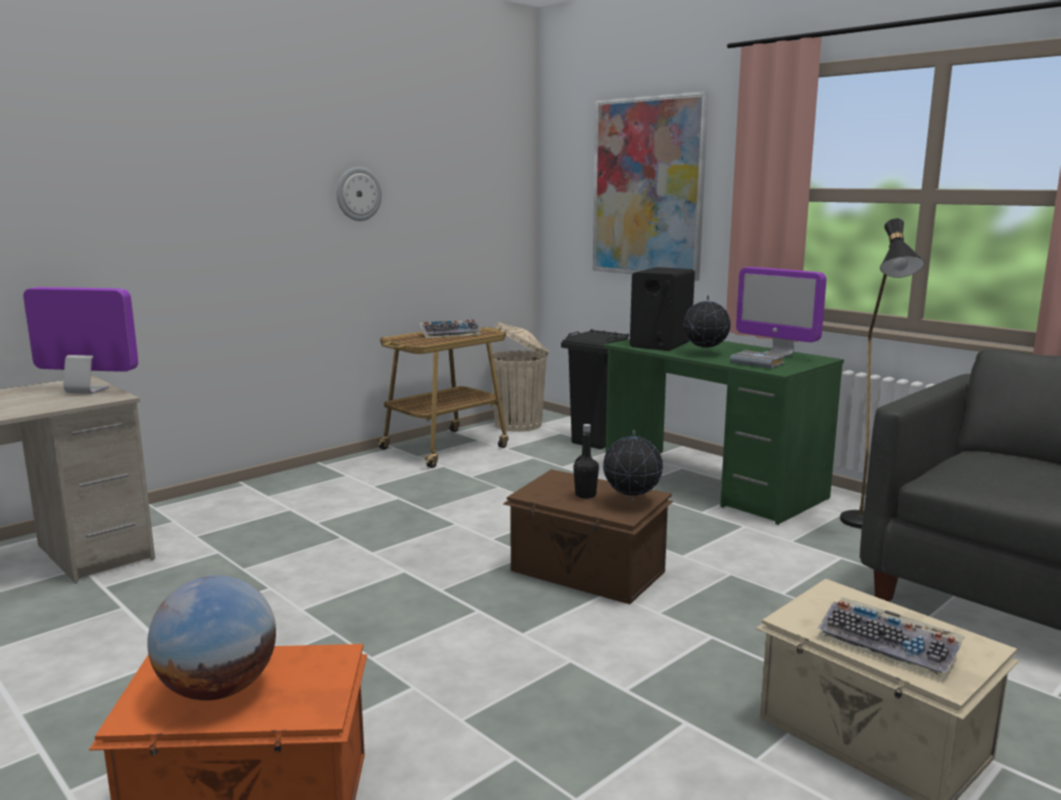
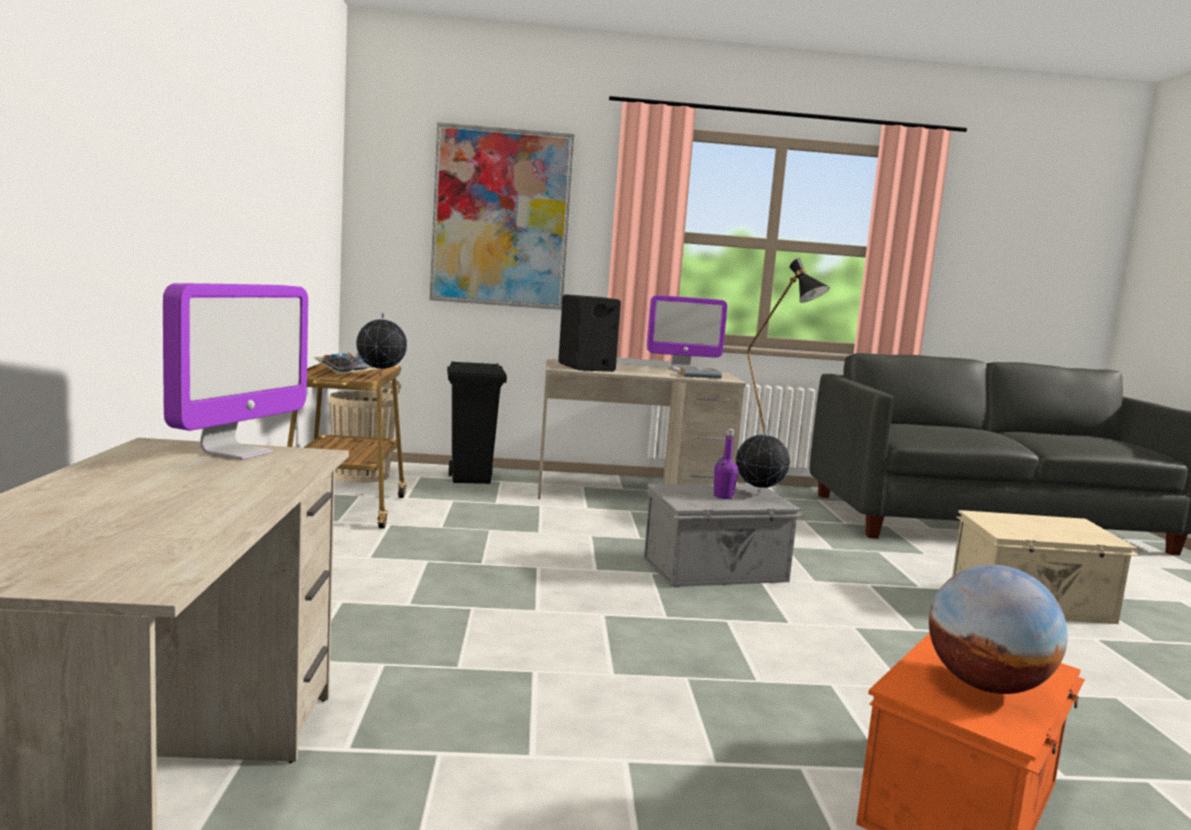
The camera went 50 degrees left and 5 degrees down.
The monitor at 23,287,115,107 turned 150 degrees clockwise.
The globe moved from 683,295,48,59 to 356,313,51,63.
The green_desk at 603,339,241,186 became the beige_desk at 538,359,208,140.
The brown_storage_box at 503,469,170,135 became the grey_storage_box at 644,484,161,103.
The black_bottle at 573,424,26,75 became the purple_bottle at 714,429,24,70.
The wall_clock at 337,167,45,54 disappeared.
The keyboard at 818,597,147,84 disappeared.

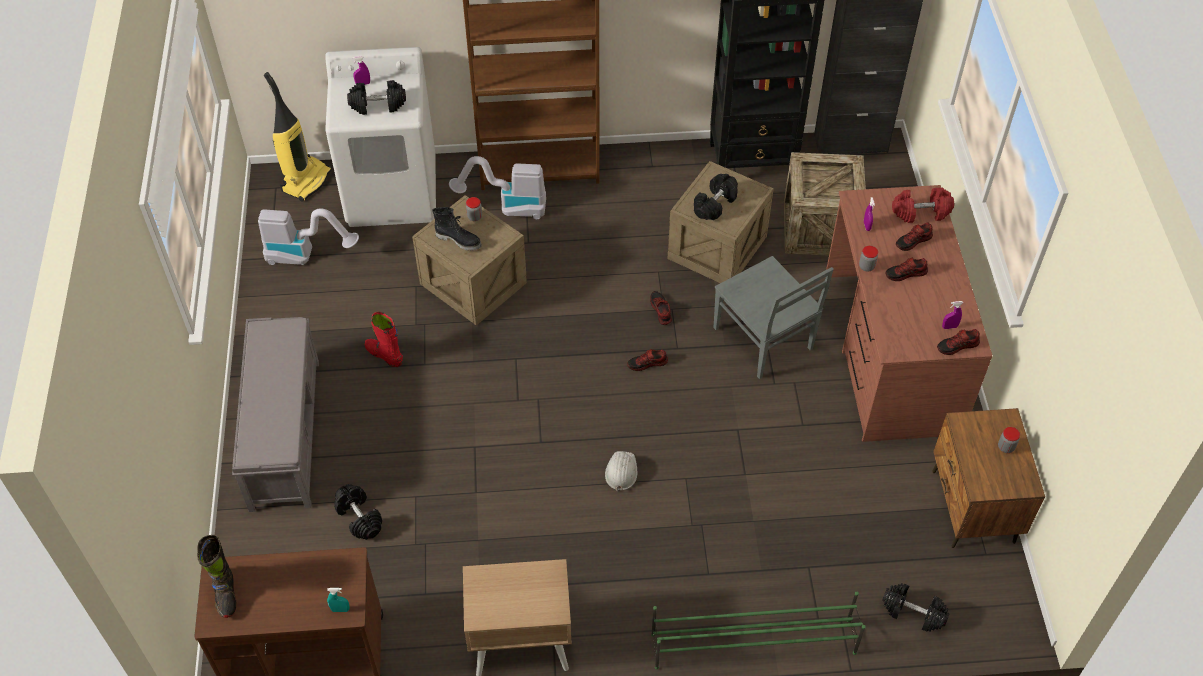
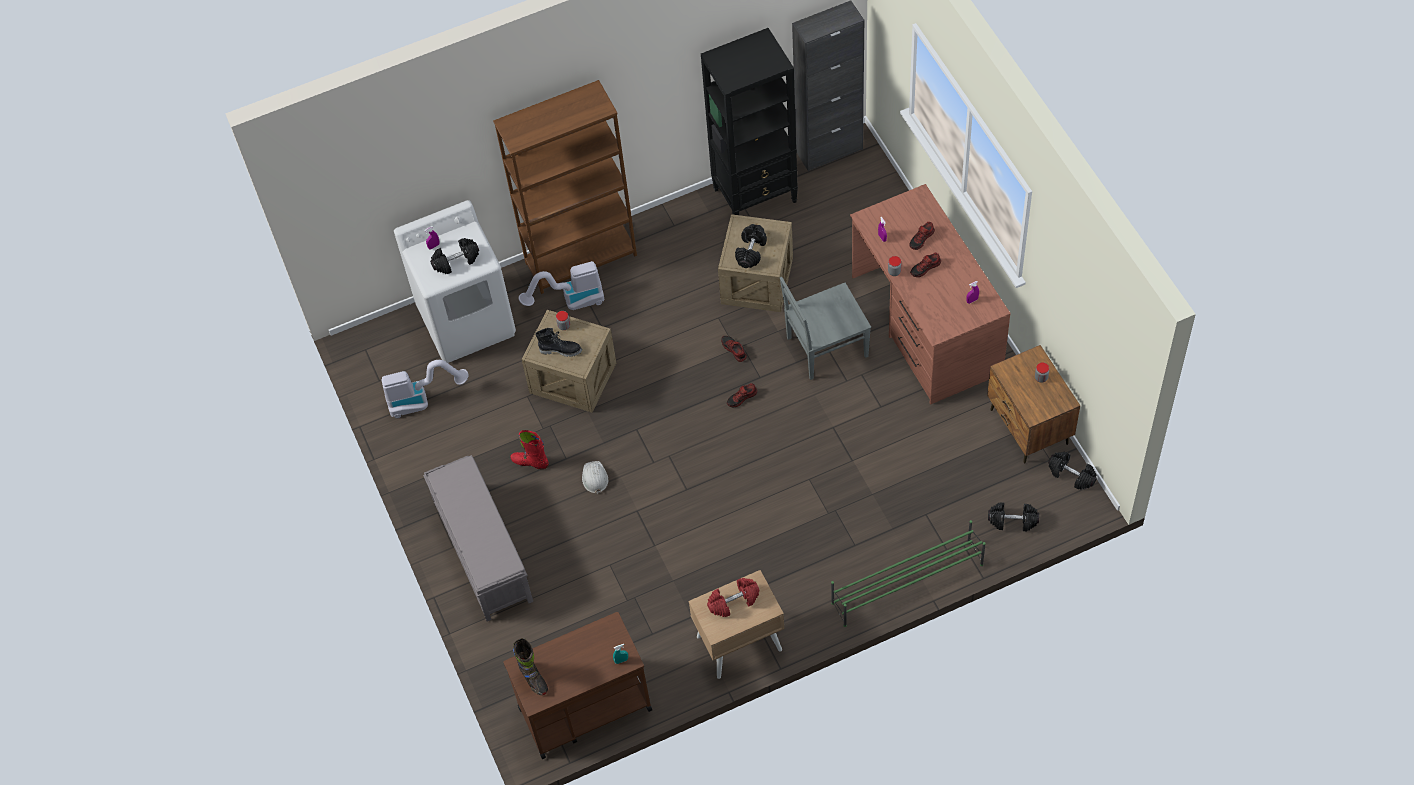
The camera went 15 degrees left and 5 degrees up.
The white_hard_hat moved from 605,451,32,41 to 582,461,26,33.
The red_dumbbell moved from 892,188,62,35 to 707,578,52,39.
The grey_chair at 714,256,120,123 turned 120 degrees clockwise.
The black_dumbbell moved from 334,484,48,56 to 1048,452,49,38.
The vacuum_cleaner at 264,72,68,130 disappeared.
The crate at 784,152,82,104 disappeared.
The shoe at 937,329,43,26 disappeared.

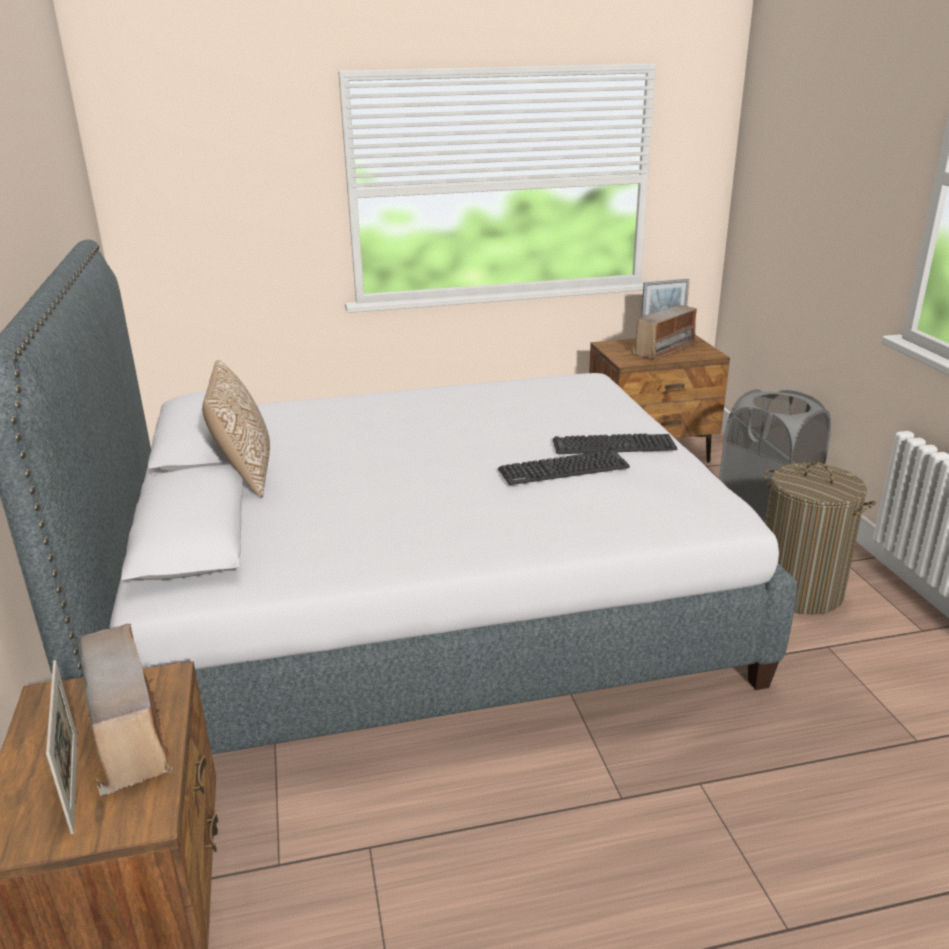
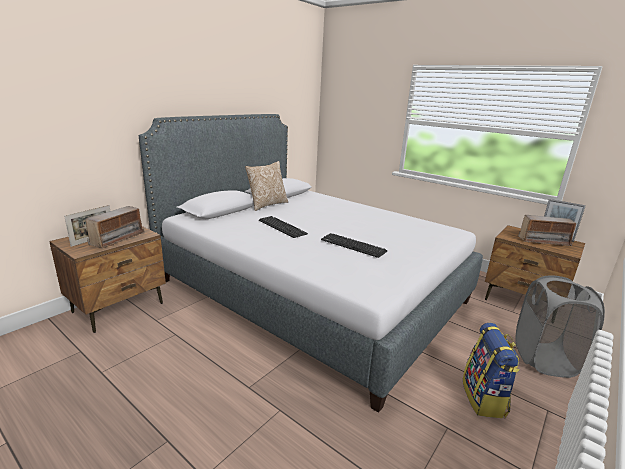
The camera went 50 degrees right and 5 degrees down.
The keyboard moved from 553,433,124,21 to 259,216,49,22.
The laundry_basket at 764,462,112,153 was replaced by the backpack at 463,323,57,95.

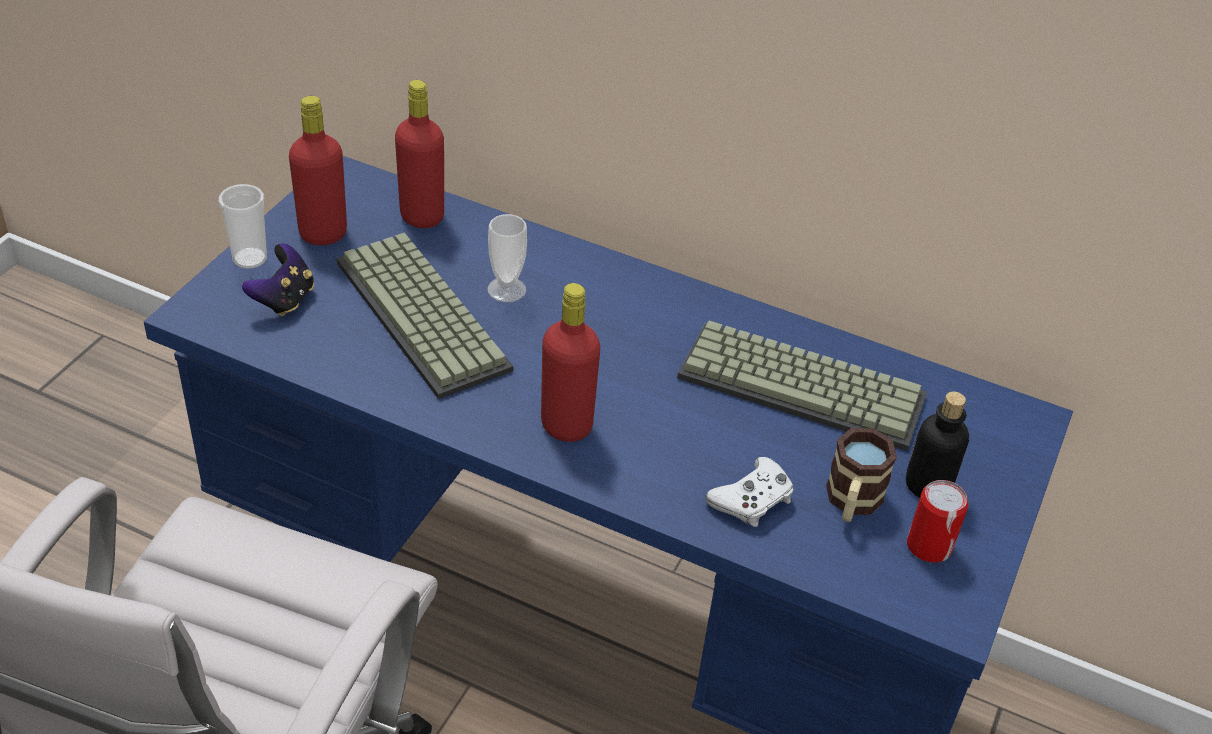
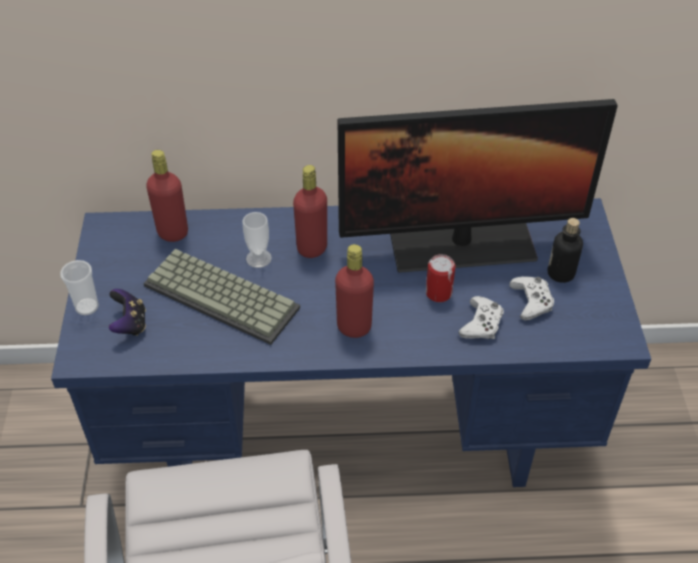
The camera went 25 degrees left and 5 degrees up.
The red_bottle moved from 289,96,58,149 to 293,165,34,93.
The keyboard at 677,321,250,130 was replaced by the monitor at 338,99,280,174.
The can moved from 907,480,62,83 to 426,254,29,48.
The mug at 826,428,71,94 was replaced by the white_game_controller at 509,276,45,45.

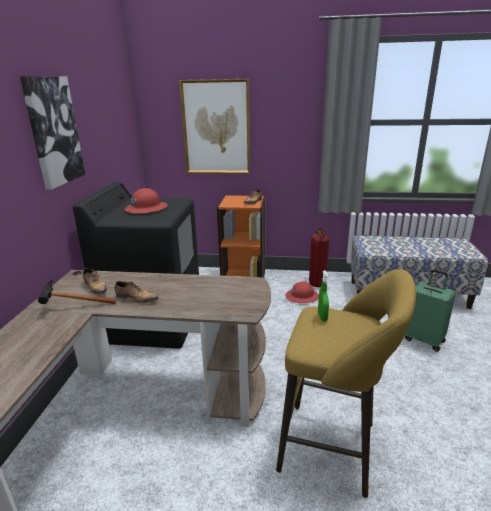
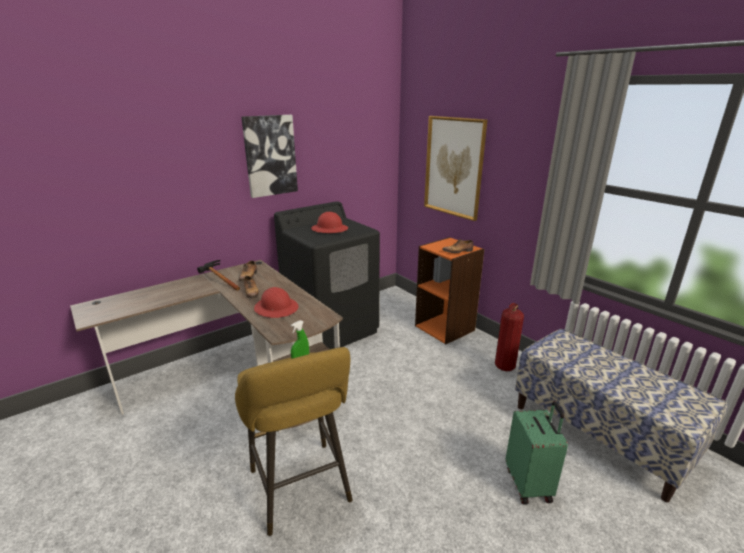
The camera went 45 degrees right and 0 degrees up.
The red_hard_hat moved from 285,281,34,22 to 254,287,44,31.

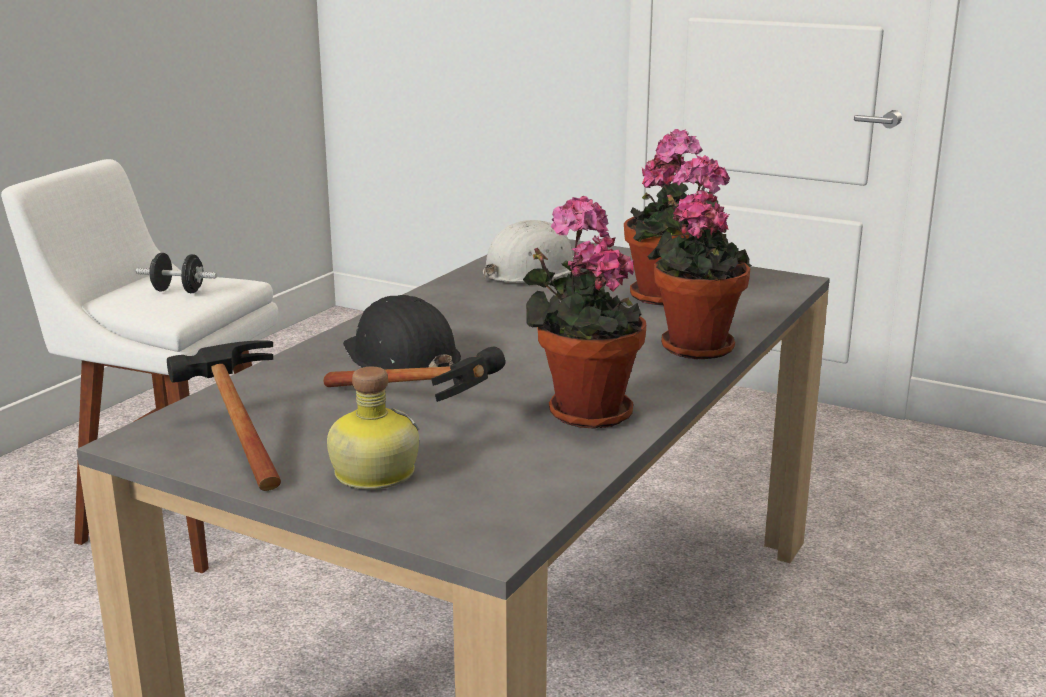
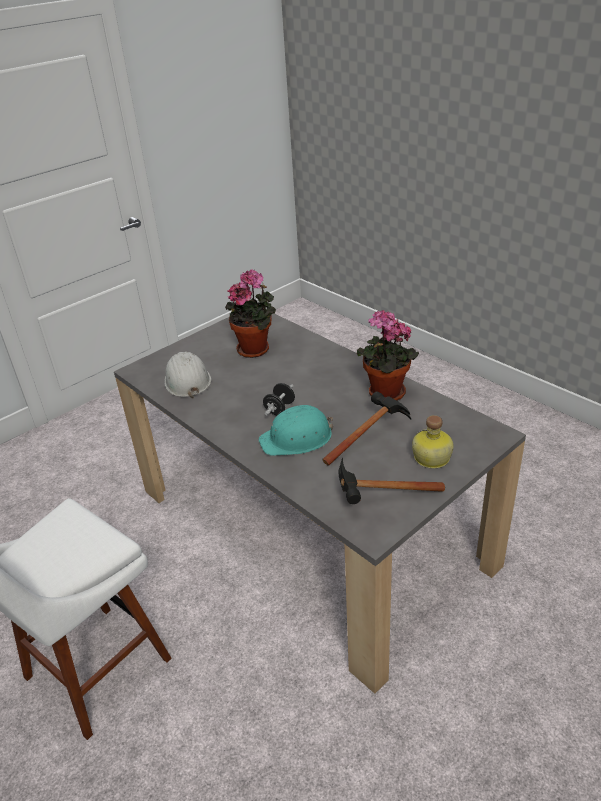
The camera went 70 degrees left and 15 degrees up.
The black_hard_hat at 343,295,118,75 became the turquoise_hard_hat at 259,405,74,51.
The black_dumbbell moved from 136,253,81,40 to 263,383,32,32.
The potted_plant at 648,155,104,204 disappeared.

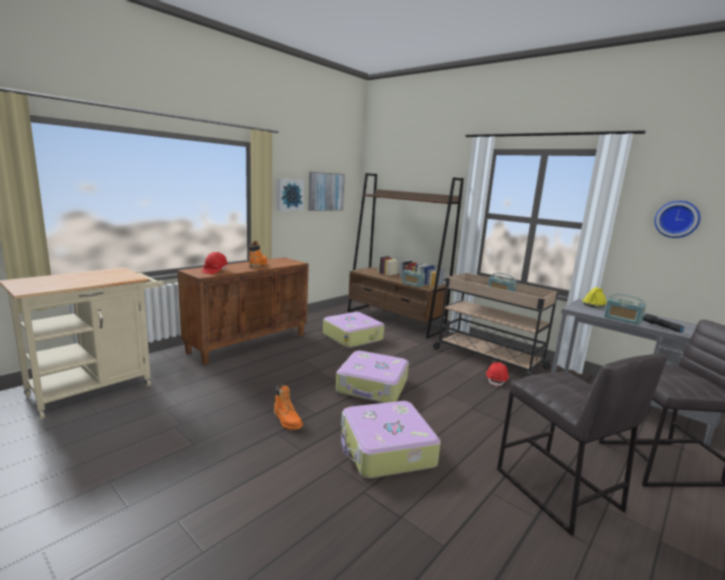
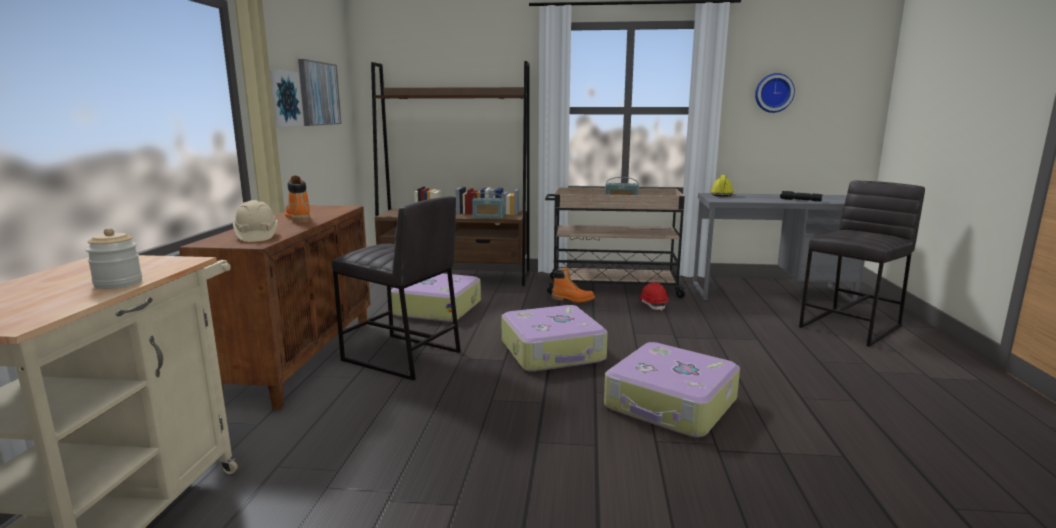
The camera went 35 degrees left and 0 degrees up.
The jar at 86,228,56,61 appeared.
The red_hard_hat at 202,252,26,22 became the beige_hard_hat at 233,200,45,42.
The grey_stool moved from 497,354,170,182 to 332,196,129,184.
The orange_boot moved from 274,385,29,45 to 552,268,43,35.
The radio at 604,294,42,31 disappeared.

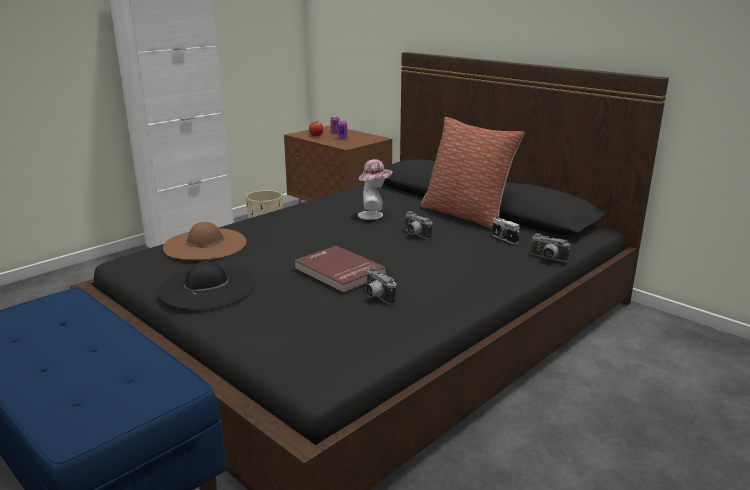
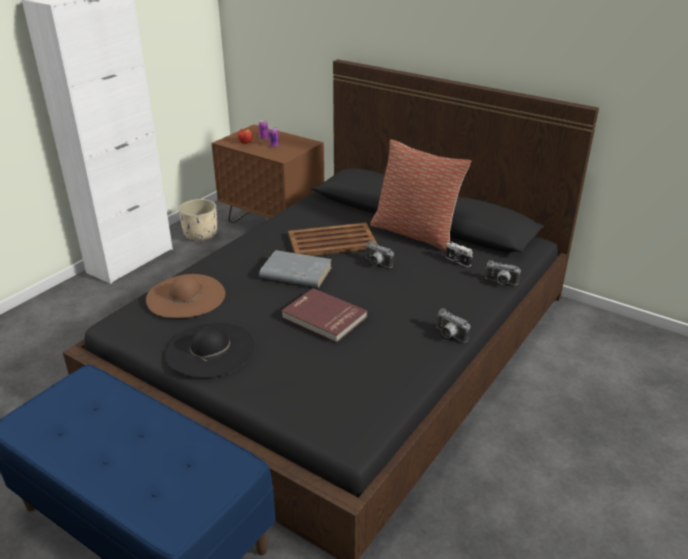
The camera went 10 degrees left and 10 degrees up.
The grey_book at 259,250,73,38 appeared.
The hat at 358,159,35,61 was replaced by the brown_tray at 288,223,89,33.
The photo_camera moved from 365,266,32,39 to 437,308,33,35.

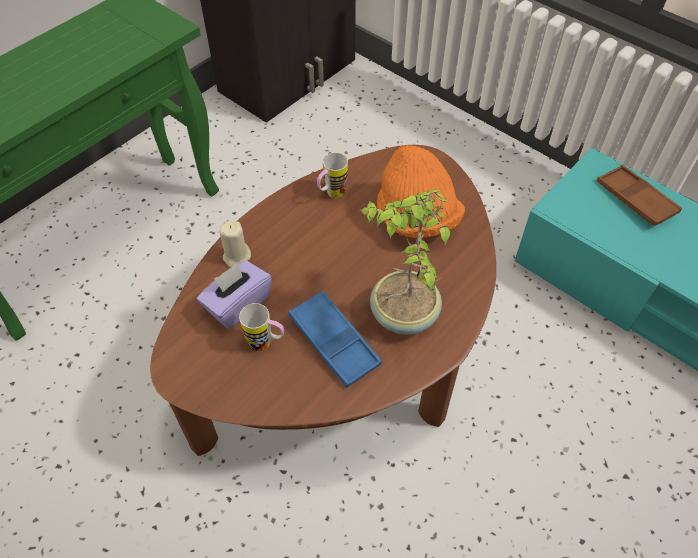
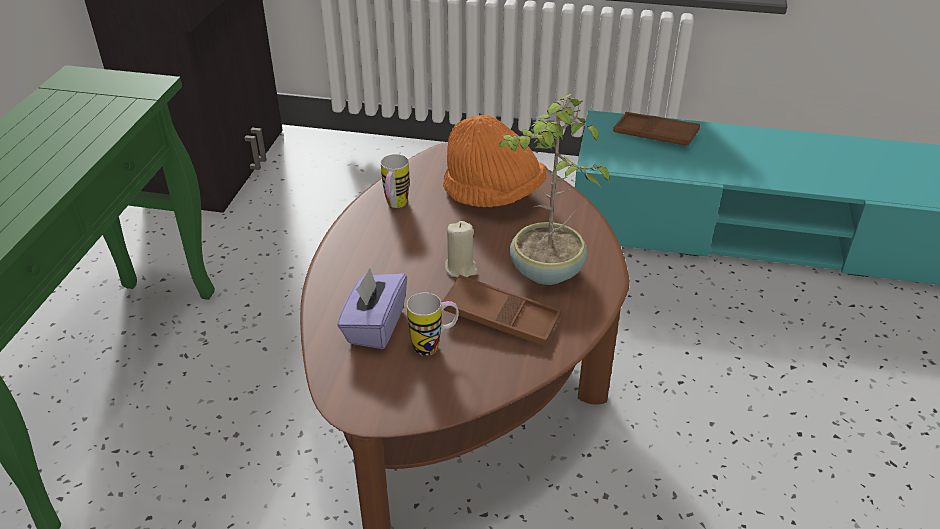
The camera went 30 degrees left and 15 degrees down.
The blue_tray at 288,291,94,97 became the brown_tray at 441,275,120,72.
The beige_candle moved from 219,221,32,47 to 445,221,33,57.

